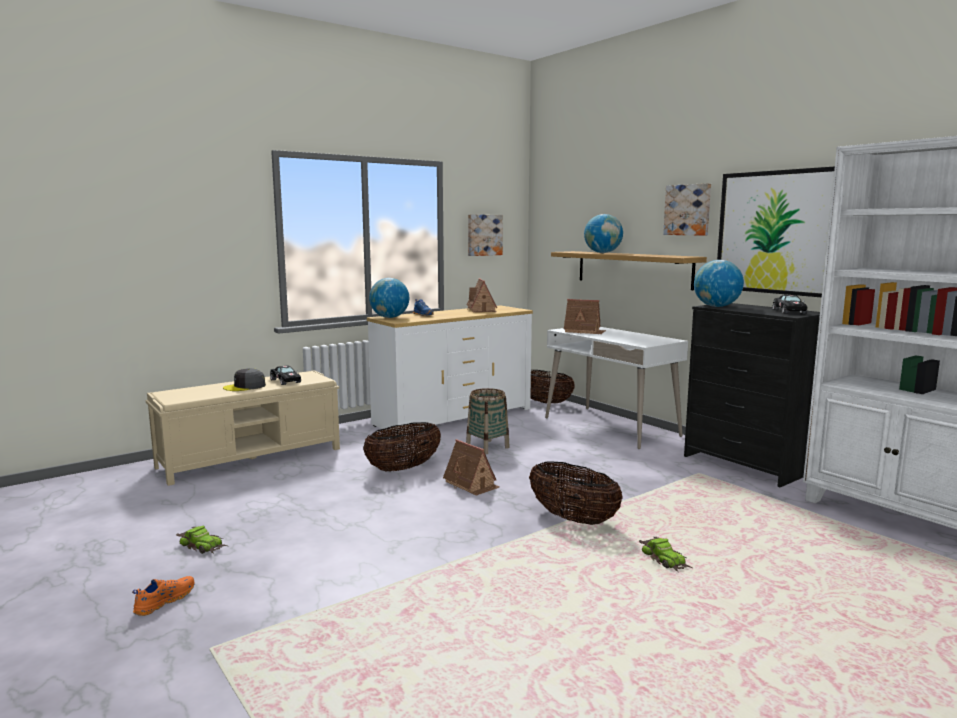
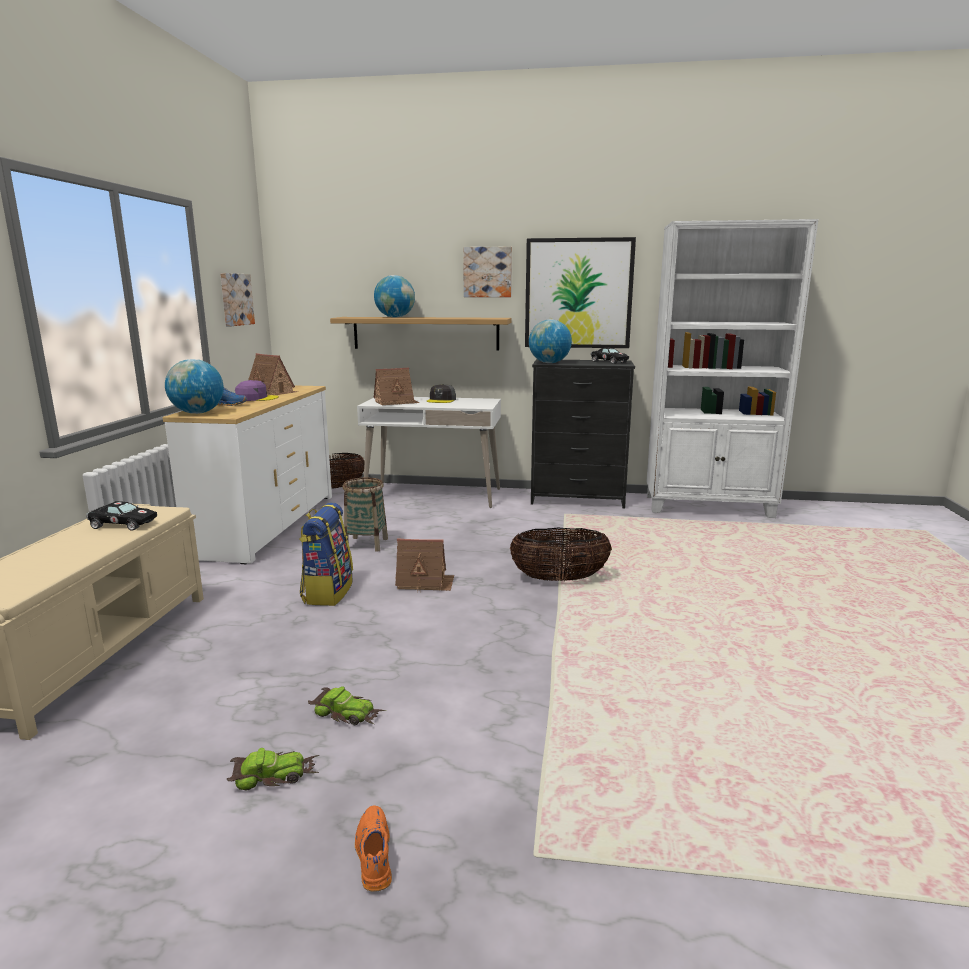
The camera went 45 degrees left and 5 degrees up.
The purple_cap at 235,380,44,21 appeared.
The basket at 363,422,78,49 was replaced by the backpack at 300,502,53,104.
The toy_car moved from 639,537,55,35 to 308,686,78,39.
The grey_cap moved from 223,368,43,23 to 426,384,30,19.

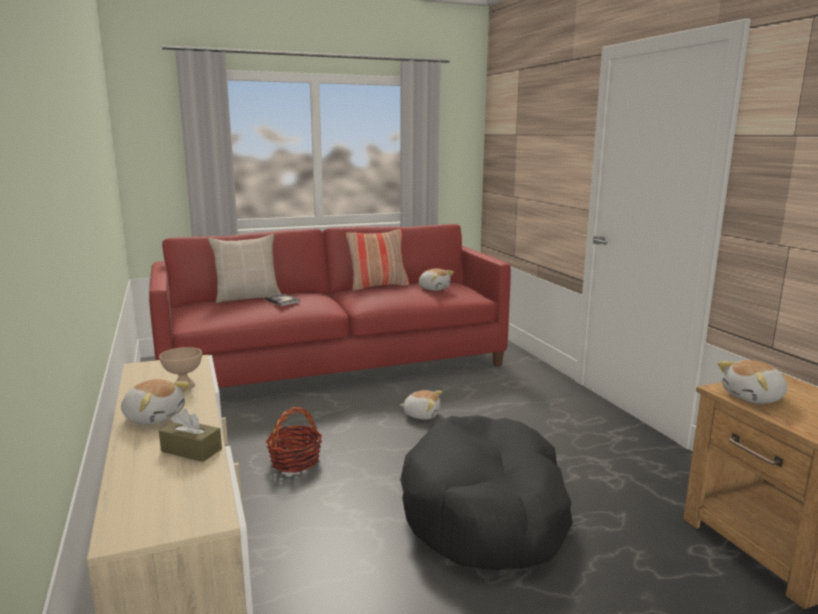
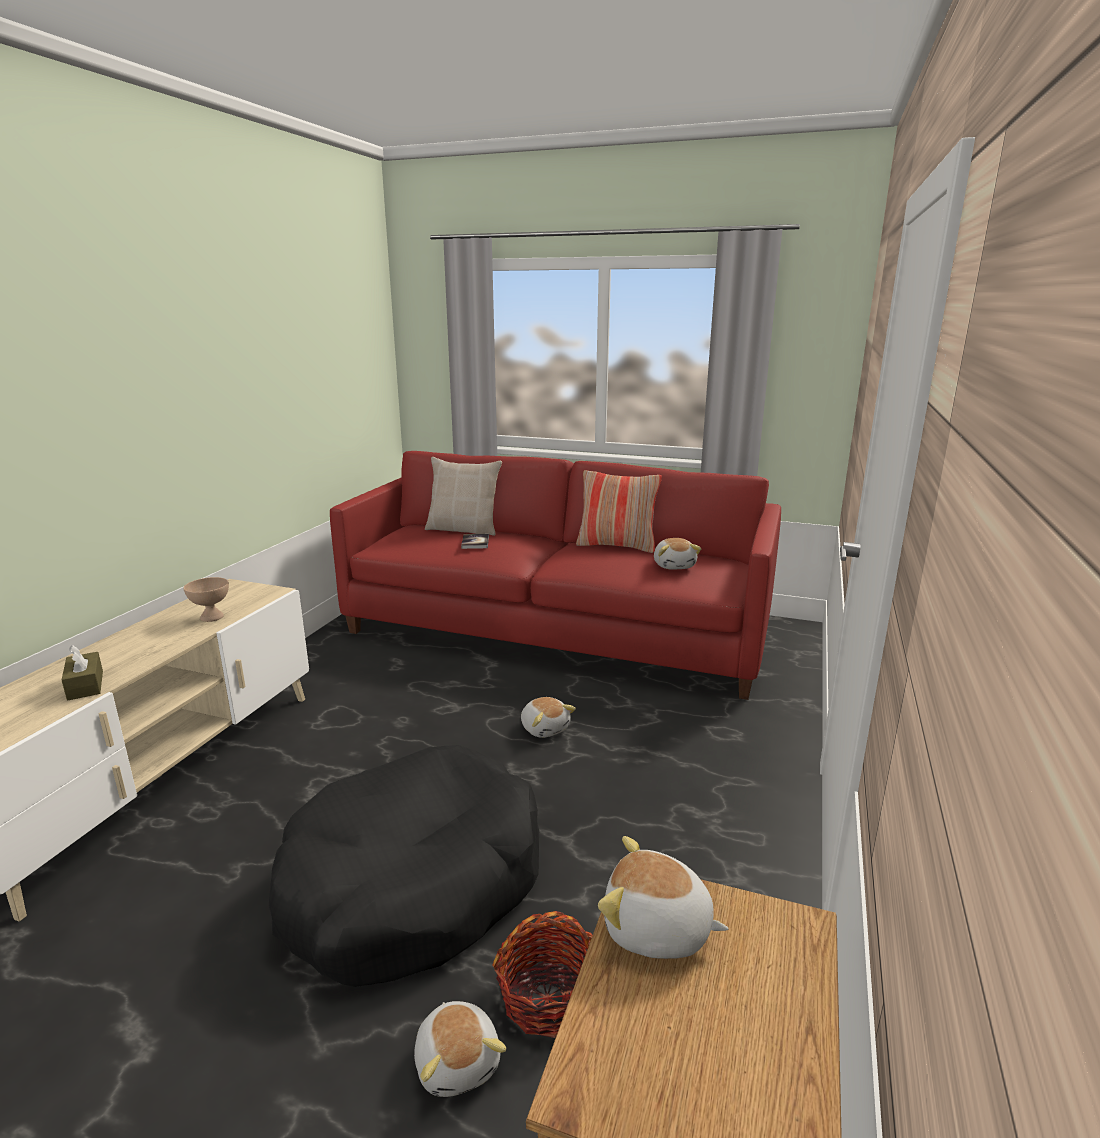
The camera went 40 degrees right and 5 degrees up.
The plush_toy moved from 121,379,69,46 to 414,1001,92,96.
The basket moved from 265,407,57,66 to 492,911,101,127.

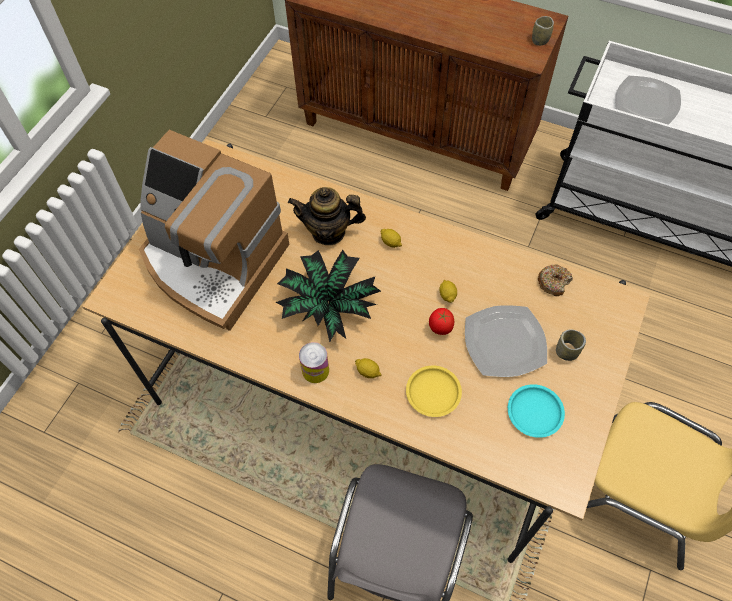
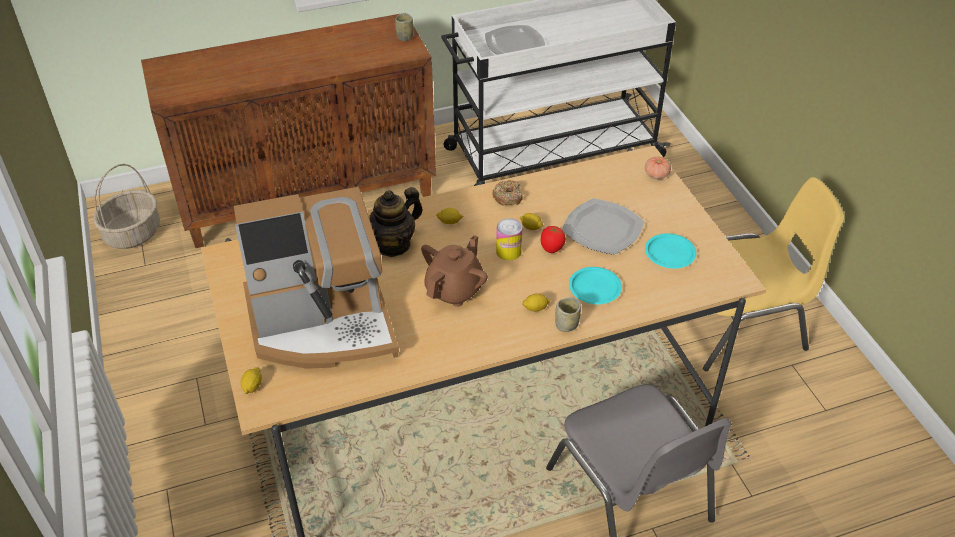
The camera went 45 degrees left and 15 degrees down.
The basket at 93,164,67,85 appeared.
The lemon at 241,367,21,27 appeared.
The potted_plant at 275,250,106,92 was replaced by the brown_teapot at 421,235,67,72.
The donut moved from 538,264,35,32 to 493,180,30,26.
The can moved from 299,342,30,41 to 496,218,26,42.
The cup moved from 556,330,30,31 to 555,297,26,35.
The yellow_plate at 406,366,56,51 became the turquoise_plate at 569,267,53,37.
The tomato at 645,157,26,22 appeared.

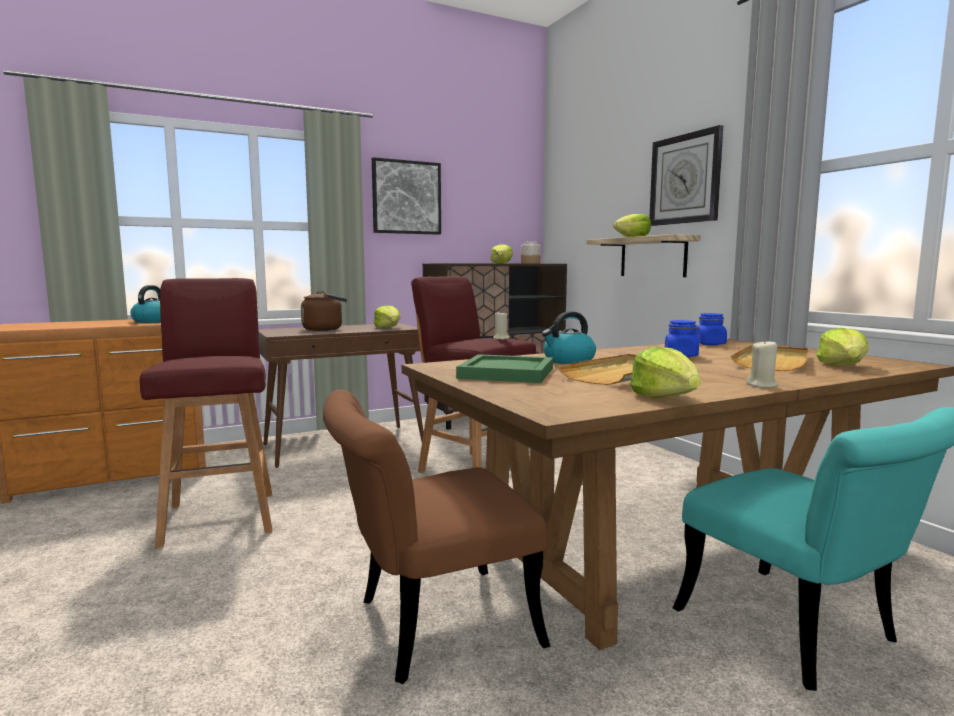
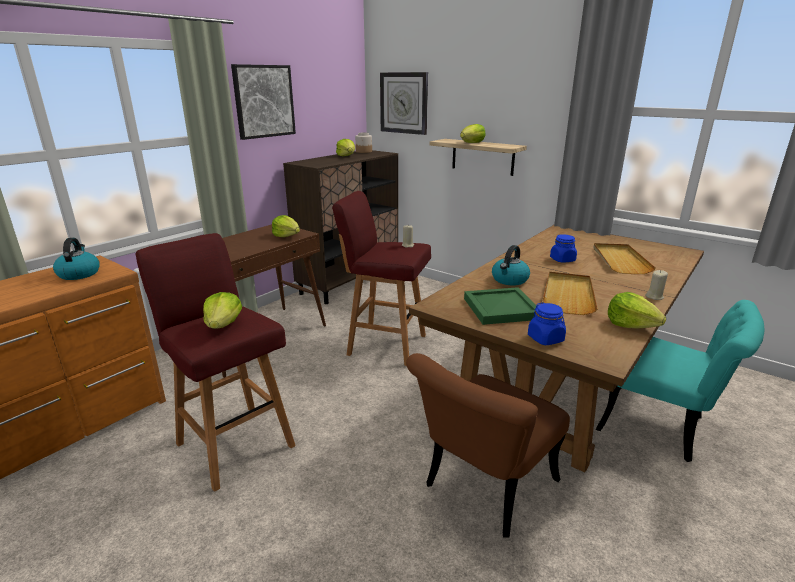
The camera went 25 degrees left and 15 degrees up.
The lettuce moved from 816,328,53,37 to 203,292,39,37.
The wall_clock moved from 649,125,74,101 to 380,72,48,63.
The blue_jar moved from 695,313,32,32 to 528,302,38,43.
The brown_kettle at 301,291,46,40 disappeared.

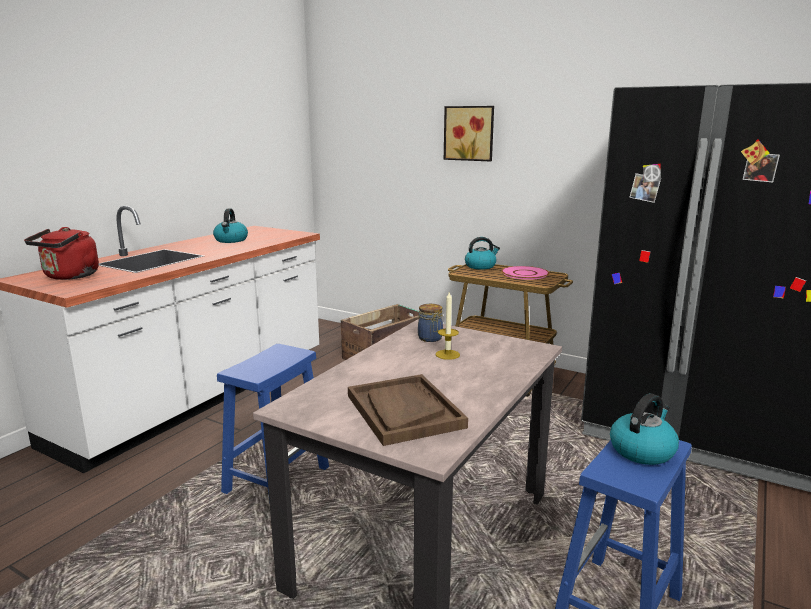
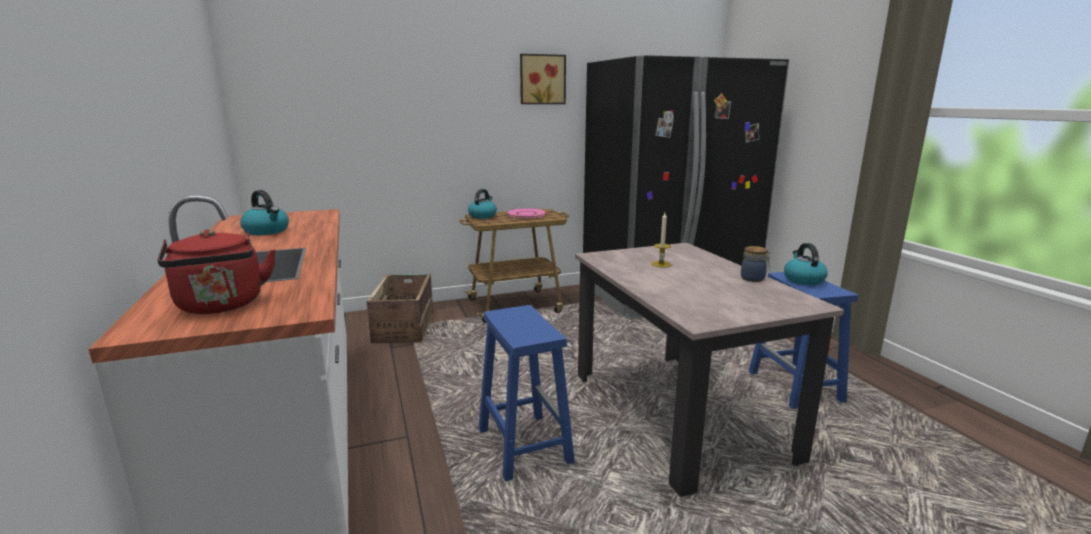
The camera went 50 degrees left and 0 degrees up.
The picture moved from 444,106,50,55 to 520,54,46,50.
The jar moved from 418,304,25,38 to 741,246,30,36.
The brown_tray at 348,374,120,72 disappeared.

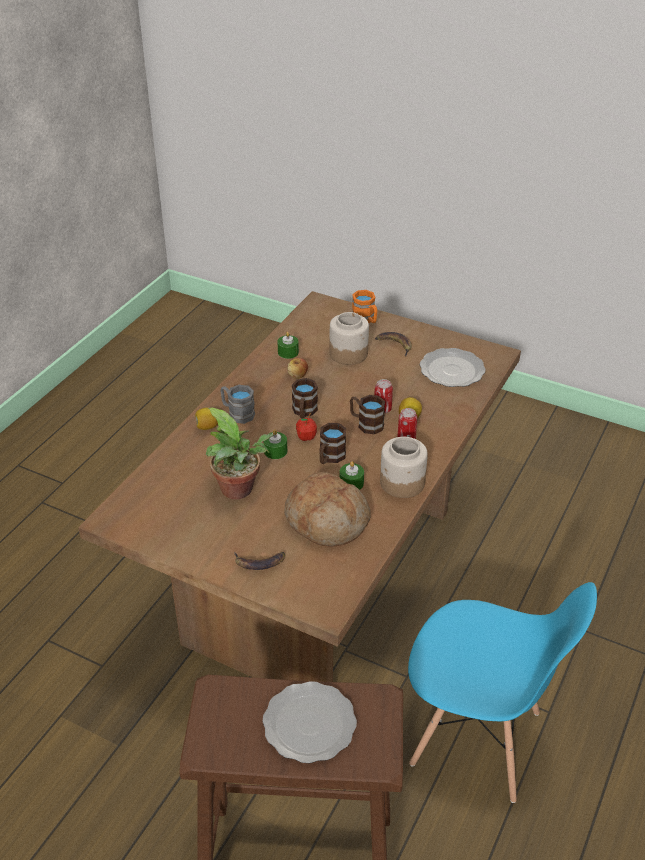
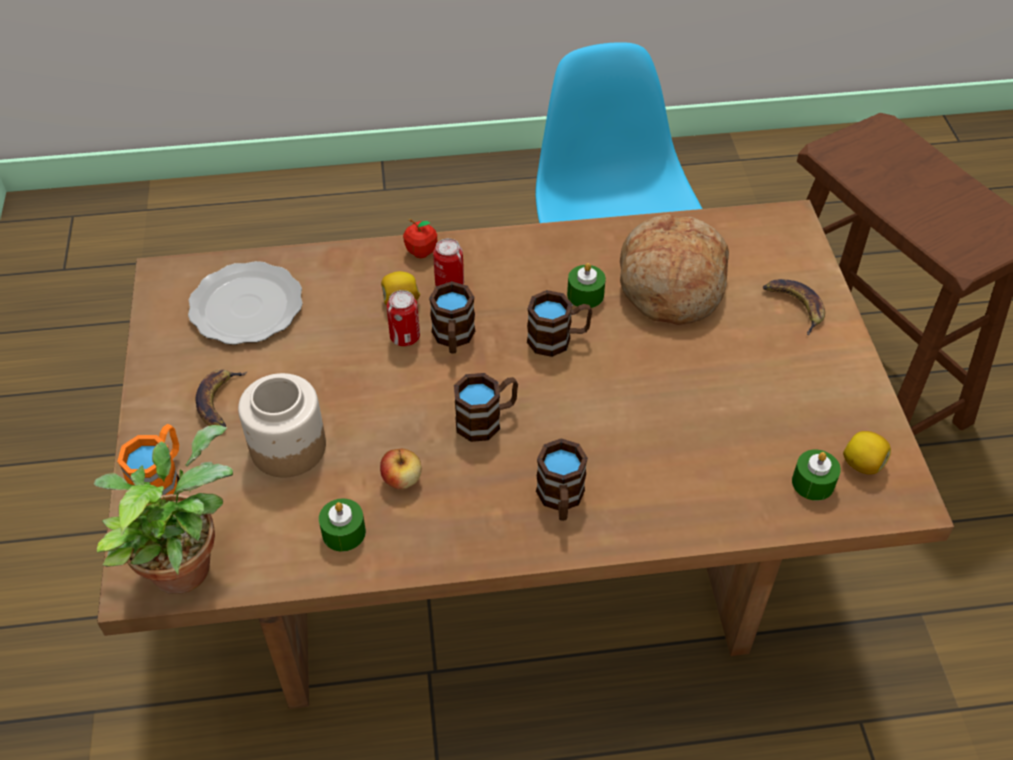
The camera went 125 degrees left and 10 degrees up.
The potted_plant moved from 206,407,68,93 to 94,425,139,169.
The apple moved from 296,413,21,28 to 403,219,34,39.
The grey_mug at 221,385,34,39 became the brown_mug at 536,438,52,83.
The green_candle moved from 263,430,24,29 to 792,450,49,51.
The lemon moved from 195,408,23,22 to 843,431,48,44.
The plate at 263,681,94,82 disappeared.
The jar at 380,437,48,61 disappeared.

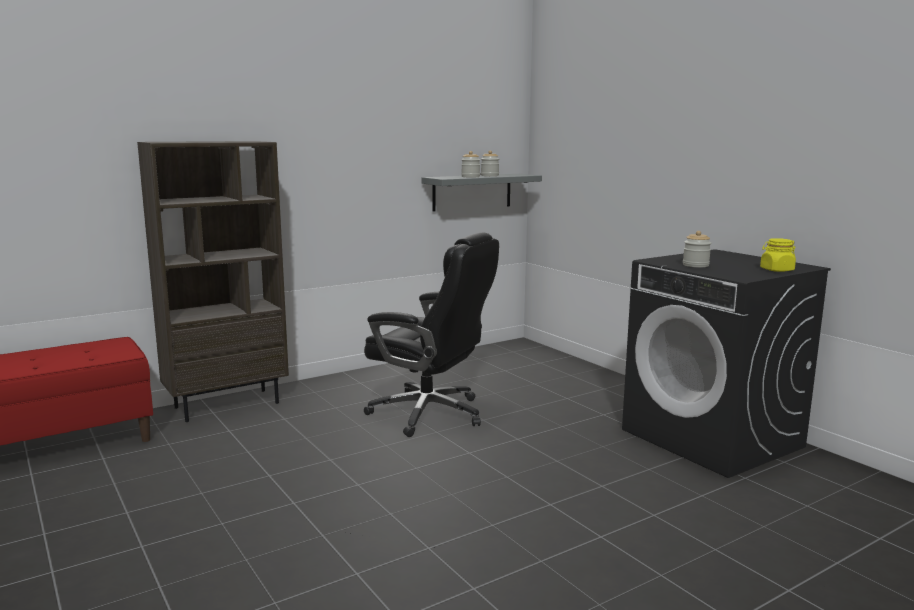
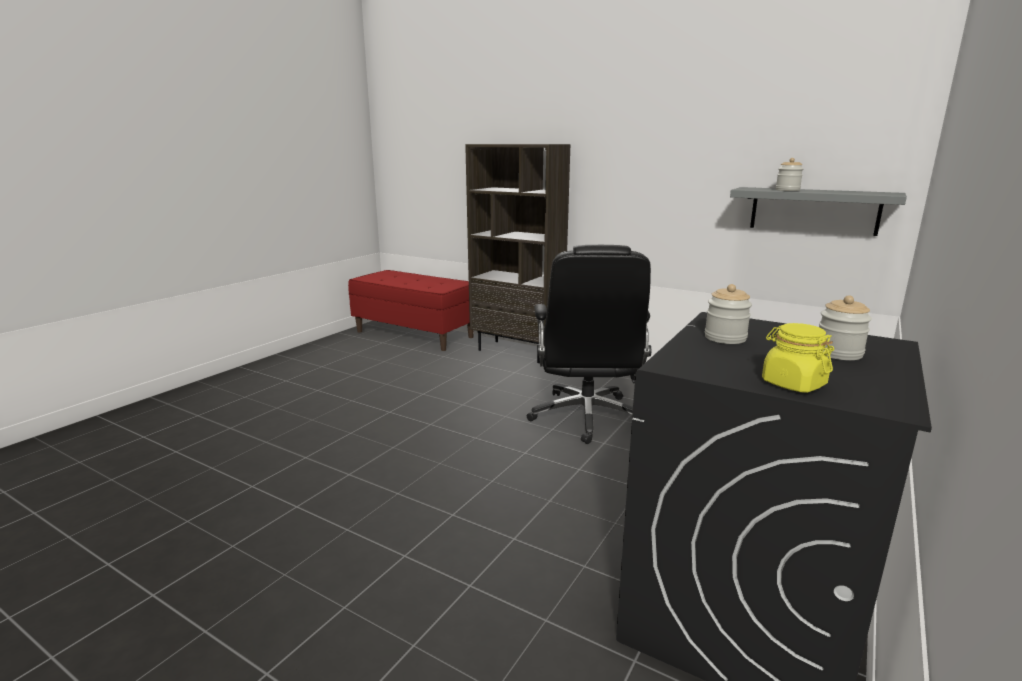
The camera went 65 degrees right and 5 degrees up.
The jar moved from 481,151,18,25 to 819,295,53,65.

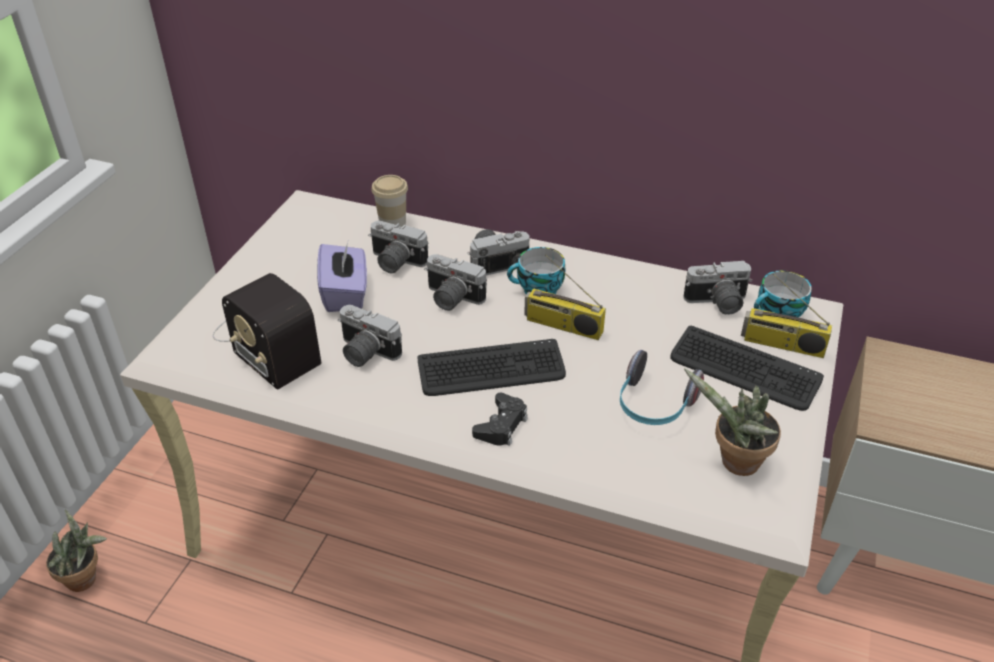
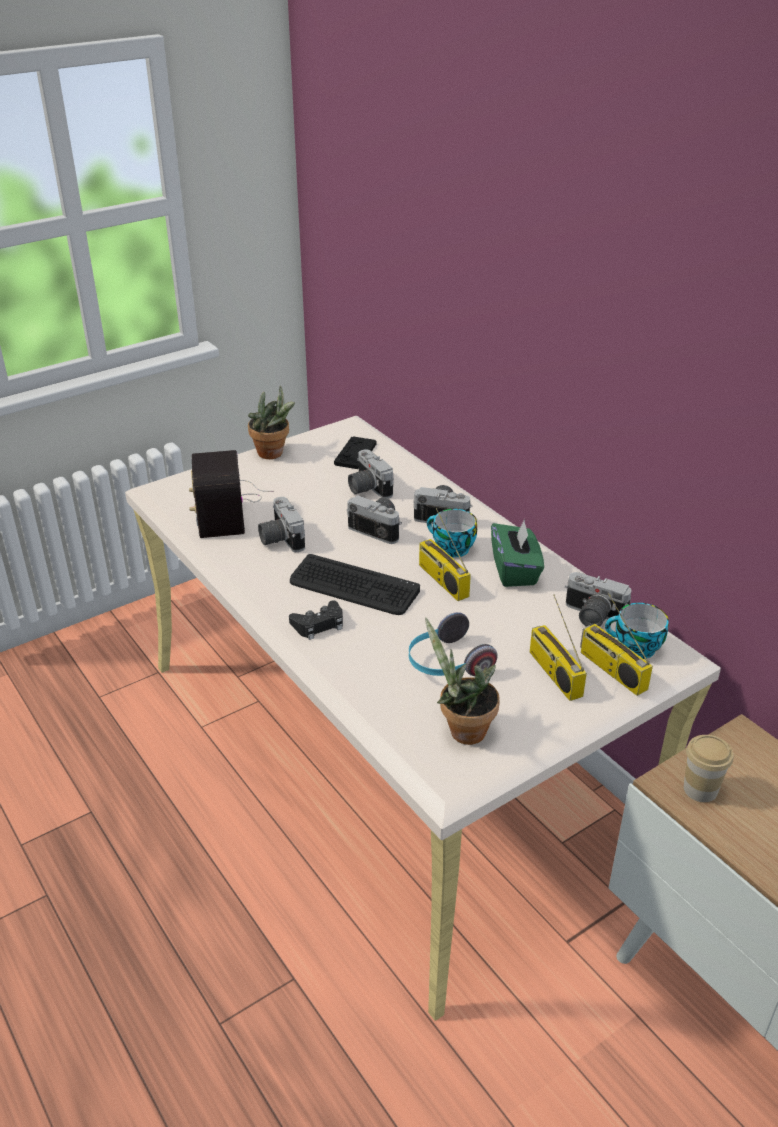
The camera went 35 degrees right and 5 degrees down.
The potted_plant moved from 46,509,61,83 to 248,386,47,73.
The black_game_controller at 334,436,42,33 appeared.
The photo_camera at 424,254,63,57 turned 150 degrees clockwise.
The green_tissue_box at 491,519,53,68 appeared.
The keyboard at 670,326,154,85 was replaced by the radio at 530,594,57,107.
The cup moved from 371,175,37,52 to 683,735,50,67.
The purple_tissue_box at 317,242,50,70 disappeared.

